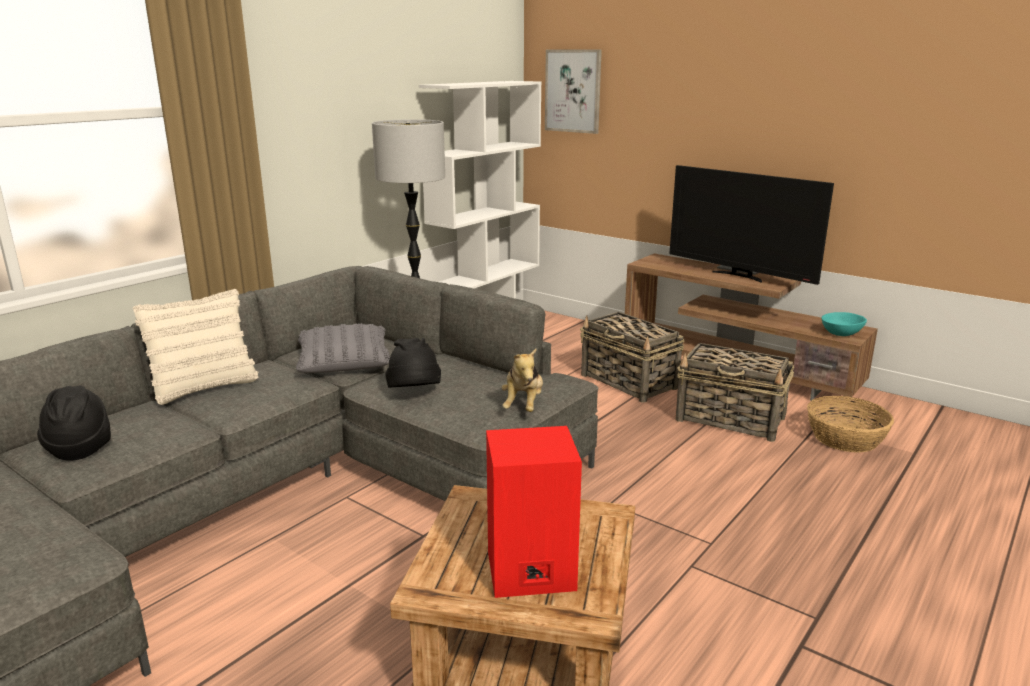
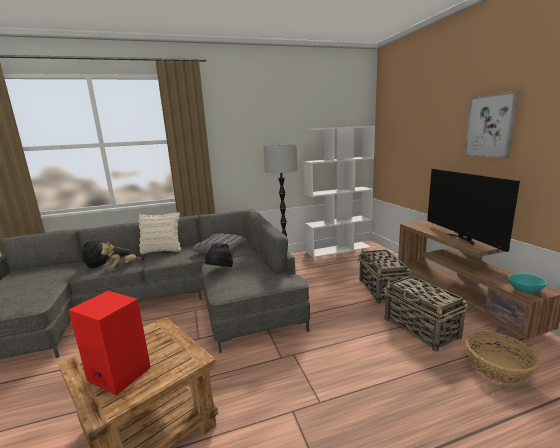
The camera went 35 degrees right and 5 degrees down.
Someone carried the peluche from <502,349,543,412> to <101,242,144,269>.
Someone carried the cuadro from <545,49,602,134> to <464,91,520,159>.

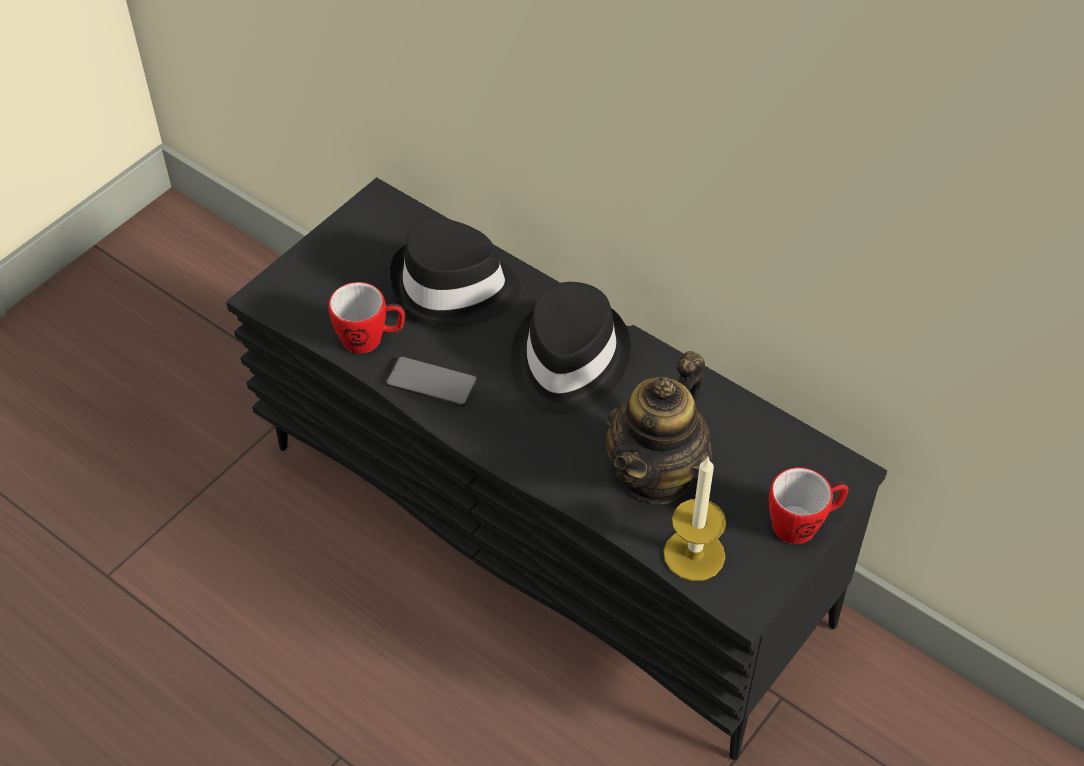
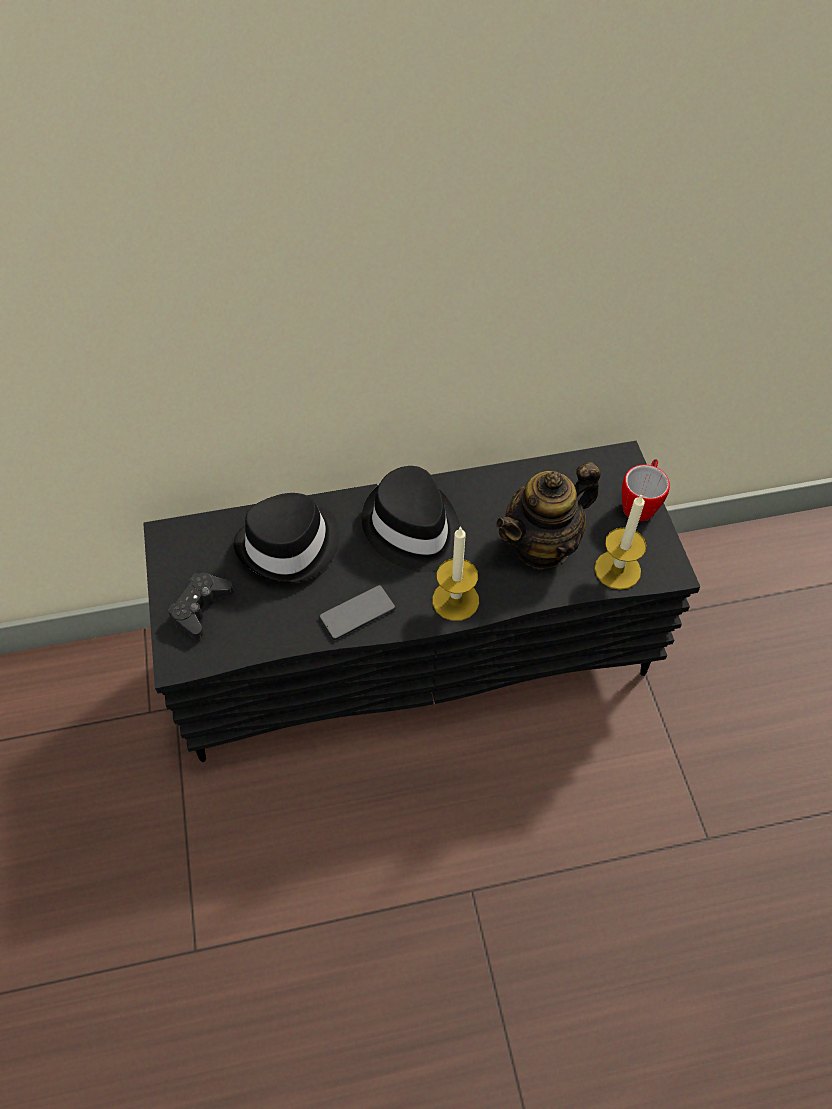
The camera went 50 degrees left and 5 degrees up.
Someone put down the mando de consola (negro) at <168,573,234,639>.
Someone put down the vela at <432,526,479,621>.
Someone rotated the tetera at <605,351,712,504> by 75 degrees clockwise.
Someone took away the taza grande at <328,282,405,353>.

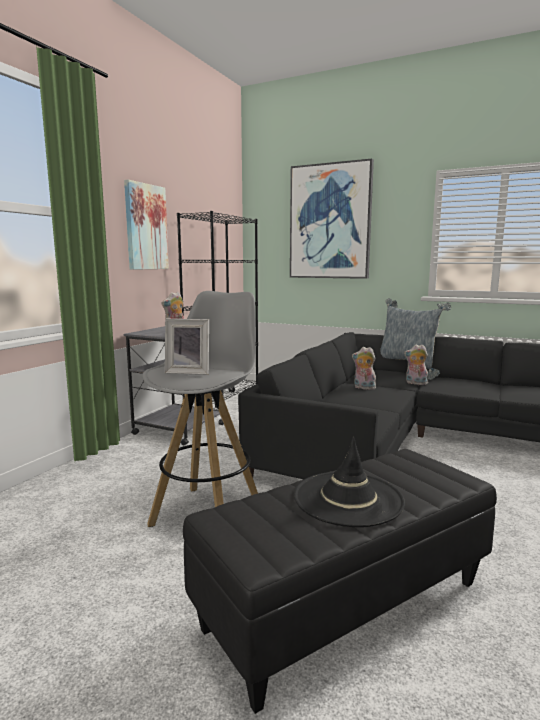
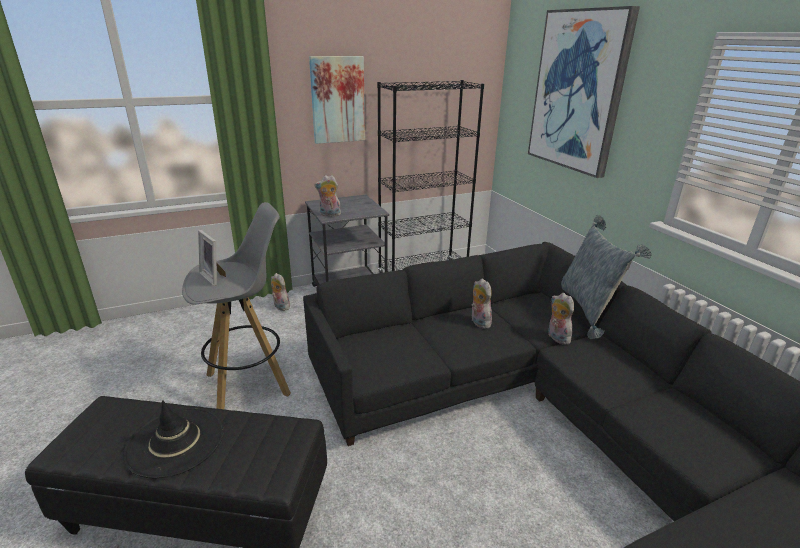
The camera went 40 degrees right and 15 degrees up.
Someone put down the peluche at <271,273,290,311>.

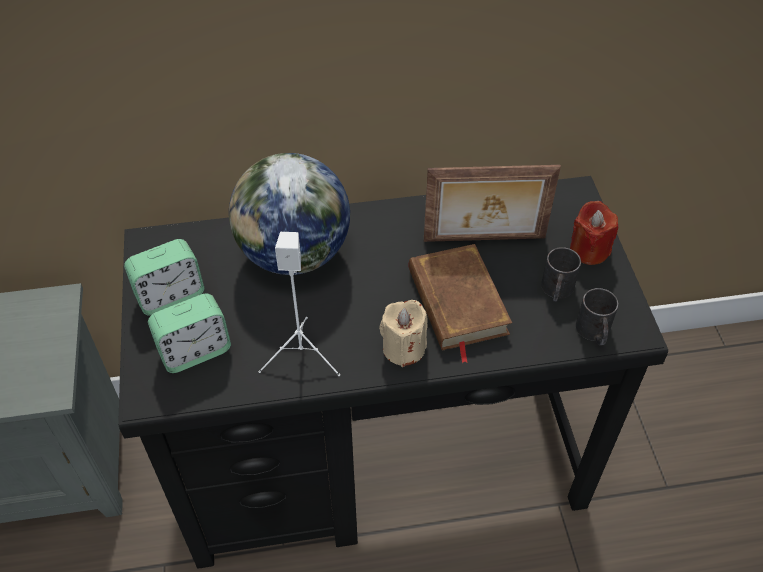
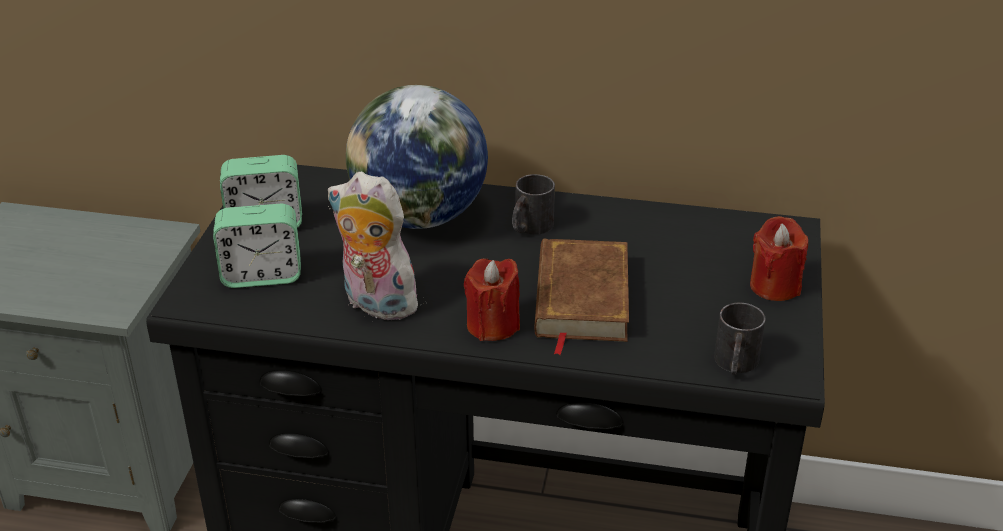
The camera went 20 degrees right and 15 degrees down.
Someone swapped the altavoz (blanco) at <258,232,340,376> for the peluche at <328,172,422,320>.
Someone repainted the vela (beis) at <379,300,428,367>, which became the vela (rojo) at <464,258,520,341>.
Someone carried the taza grande (negro) from <541,247,581,302> to <512,174,555,235>.
Someone took away the portarretratos at <424,165,561,242>.

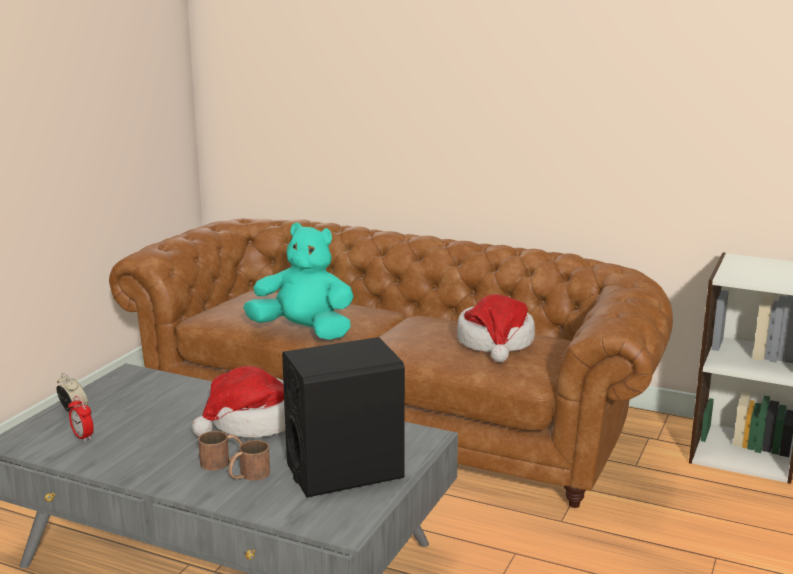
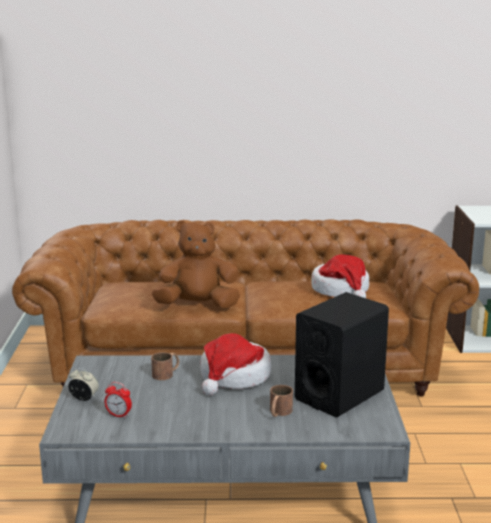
The camera went 25 degrees left and 0 degrees up.
Someone carried the taza grande (marrón) from <198,431,242,471> to <151,352,179,380>.
Someone repainted the peluche (turquesa) at <243,223,354,340>, which became the peluche (marrón) at <152,220,240,308>.

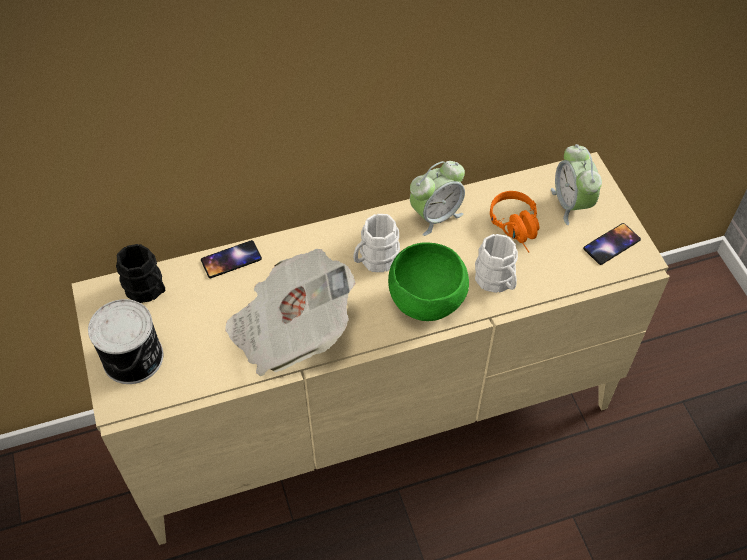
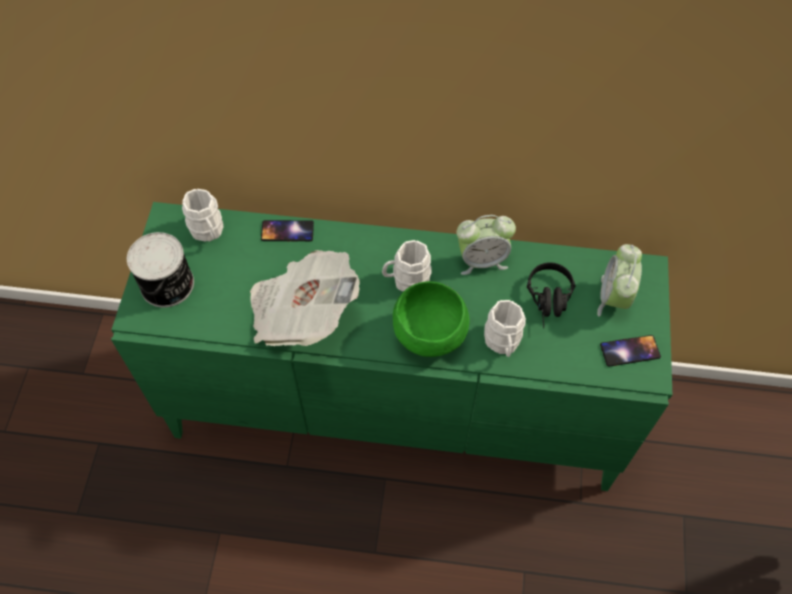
The camera went 25 degrees right and 5 degrees up.
Someone repainted the cómoda (beis) at <72,152,670,545>, which became the cómoda (verde) at <111,202,672,491>.
Someone repainted the taza grande (negro) at <116,244,165,303>, which became the taza grande (blanco) at <182,189,224,242>.
Someone repainted the auriculares (naranja) at <490,191,539,252>, which became the auriculares (negro) at <527,262,575,328>.

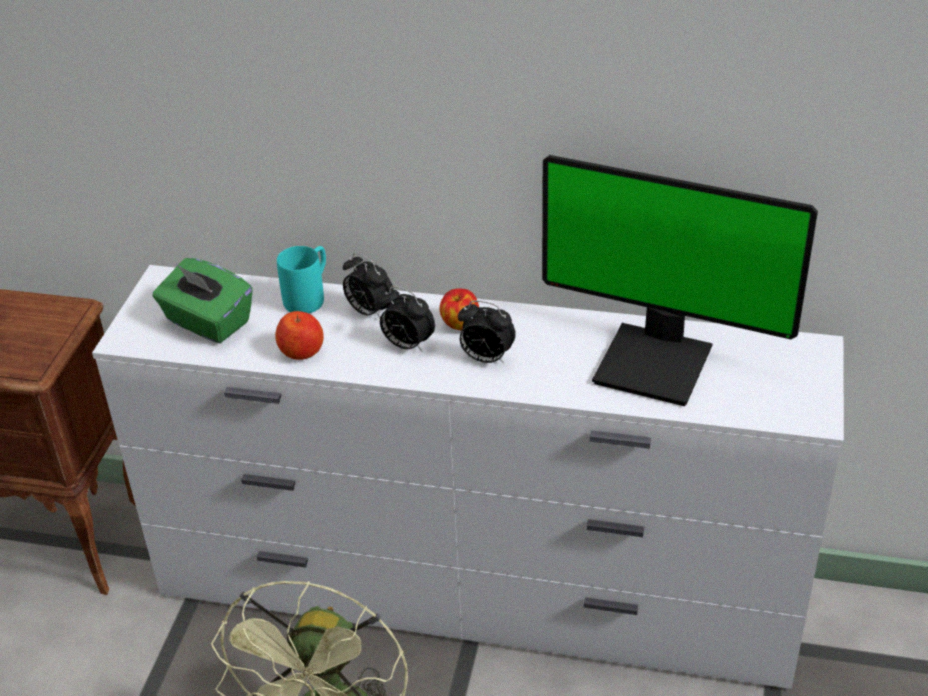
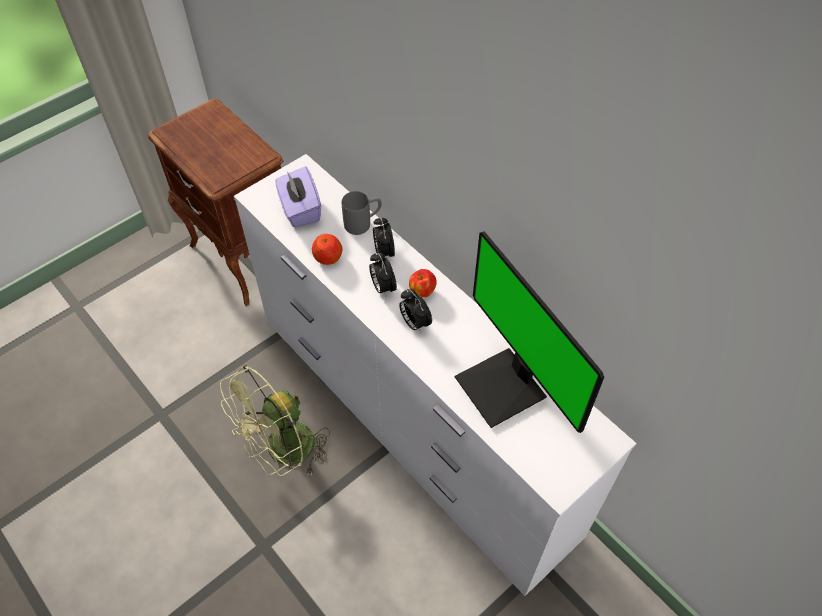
The camera went 35 degrees right and 15 degrees up.
Someone repainted the caja de pañuelos (verde) at <153,258,253,343>, which became the caja de pañuelos (morado) at <275,166,321,227>.
Someone repainted the taza grande (turquesa) at <277,246,326,313>, which became the taza grande (gris) at <342,191,382,235>.

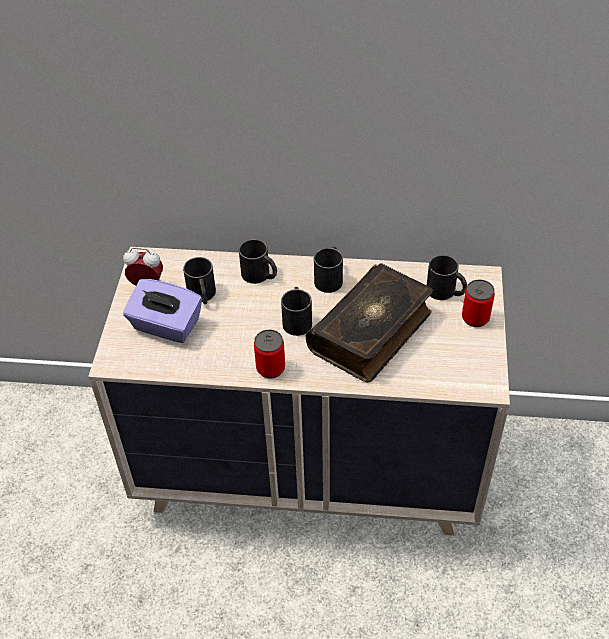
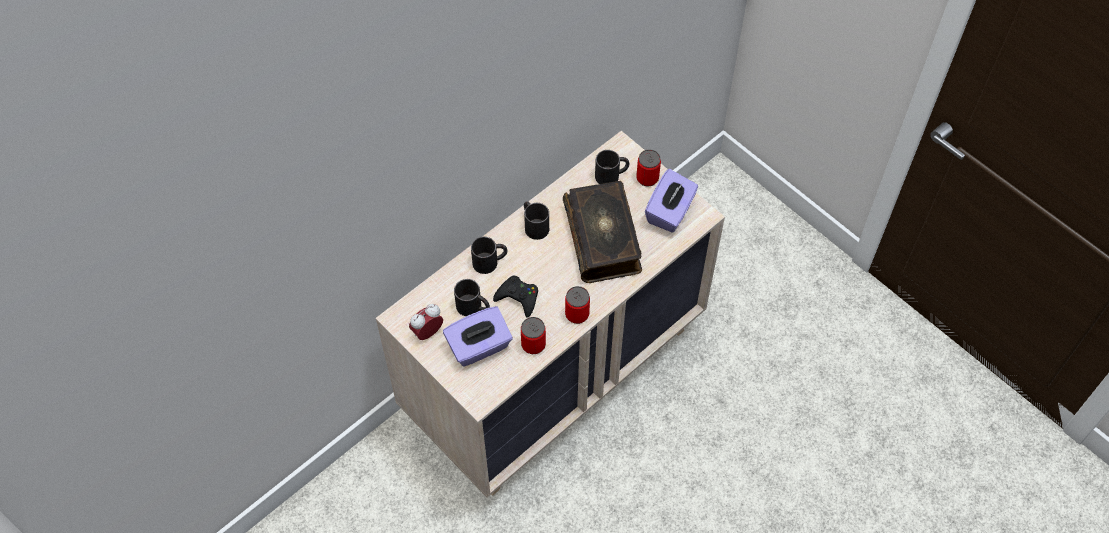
The camera went 50 degrees left and 10 degrees up.
Someone put down the mando de consola (negro) at <493,276,538,318>.
Someone put down the lata at <521,317,546,354>.
Someone put down the caja de pañuelos (morado) at <645,169,698,232>.
Someone took away the taza grande (negro) at <281,287,312,336>.

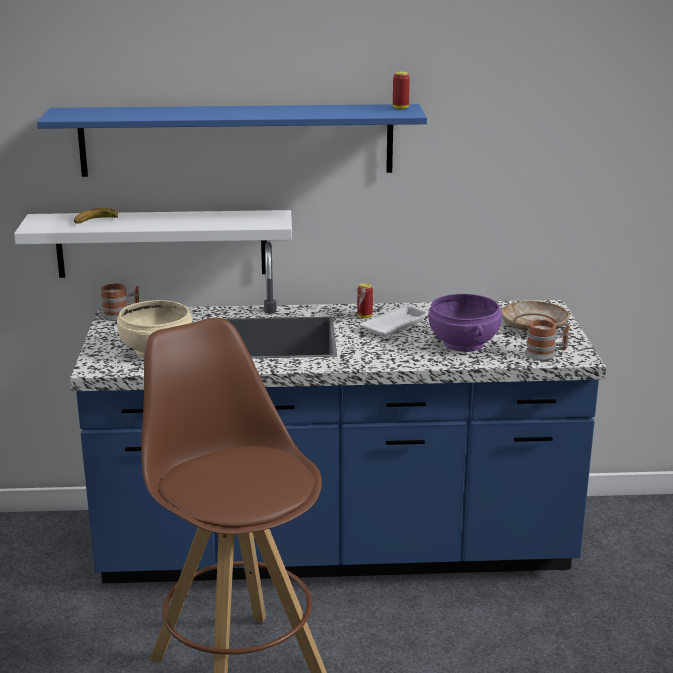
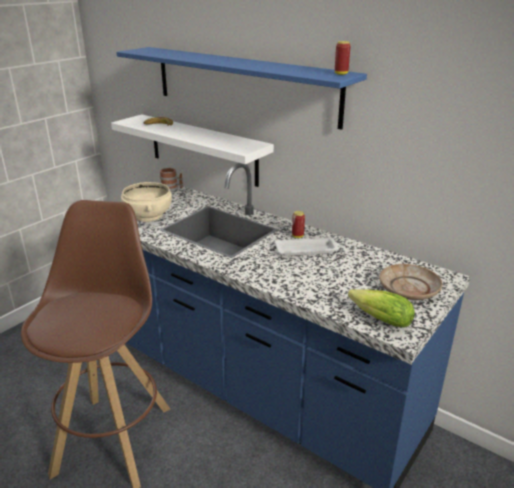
The camera went 40 degrees right and 5 degrees up.
Someone swapped the taza grande at <525,319,570,360> for the lechuga at <348,289,415,327>.
Someone took away the cuenco (morado) at <428,294,502,352>.

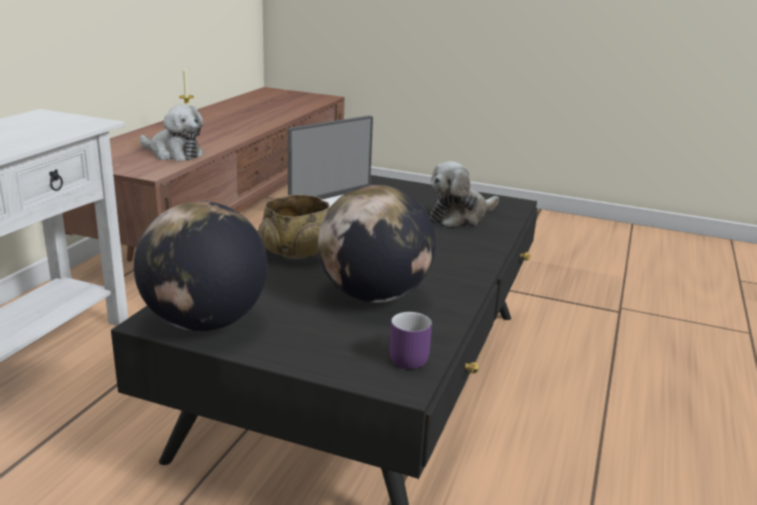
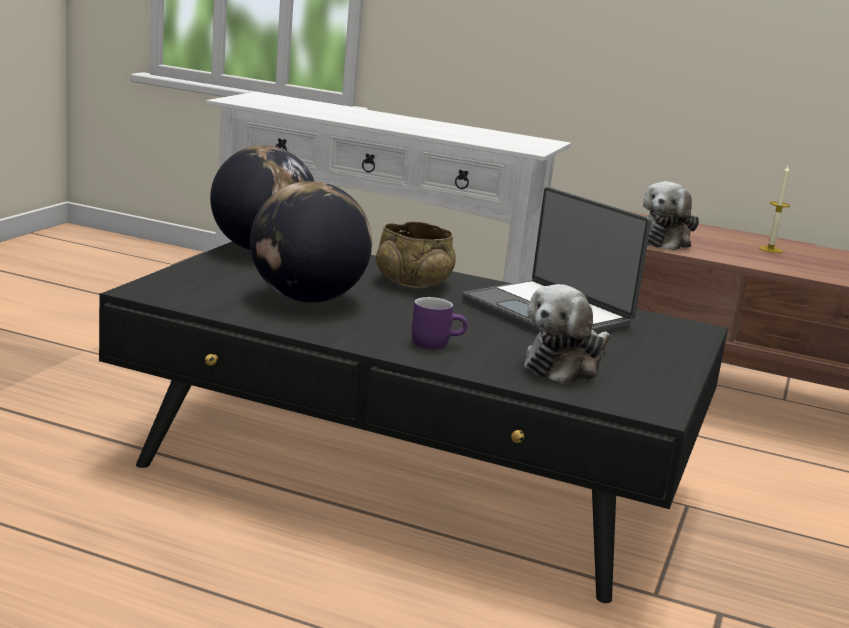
The camera went 90 degrees right and 5 degrees down.
Someone carried the taza grande (morado) from <390,312,432,369> to <412,297,468,349>.
Someone rotated the peluche at <430,161,499,227> by 105 degrees counterclockwise.

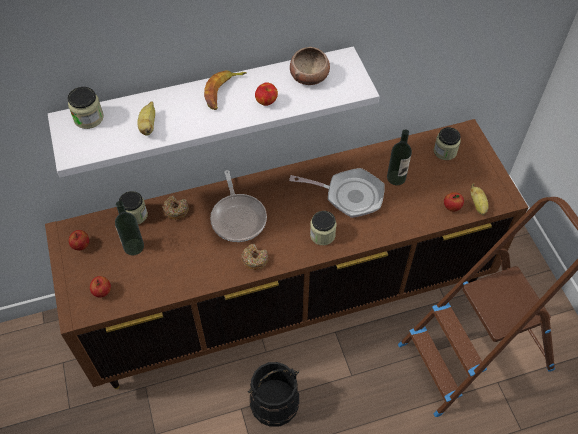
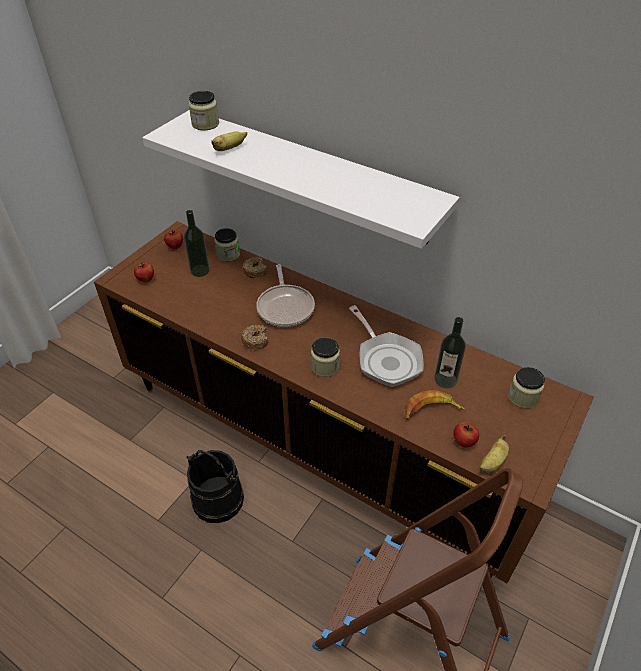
The camera went 50 degrees right and 10 degrees down.
Someone rotated the sartén at <210,170,267,242> by 45 degrees counterclockwise.
Someone carried the plátano from <204,70,247,110> to <404,390,466,420>.
Someone took away the manzana at <255,82,278,106>.
Someone took away the cuenco at <290,47,330,85>.

